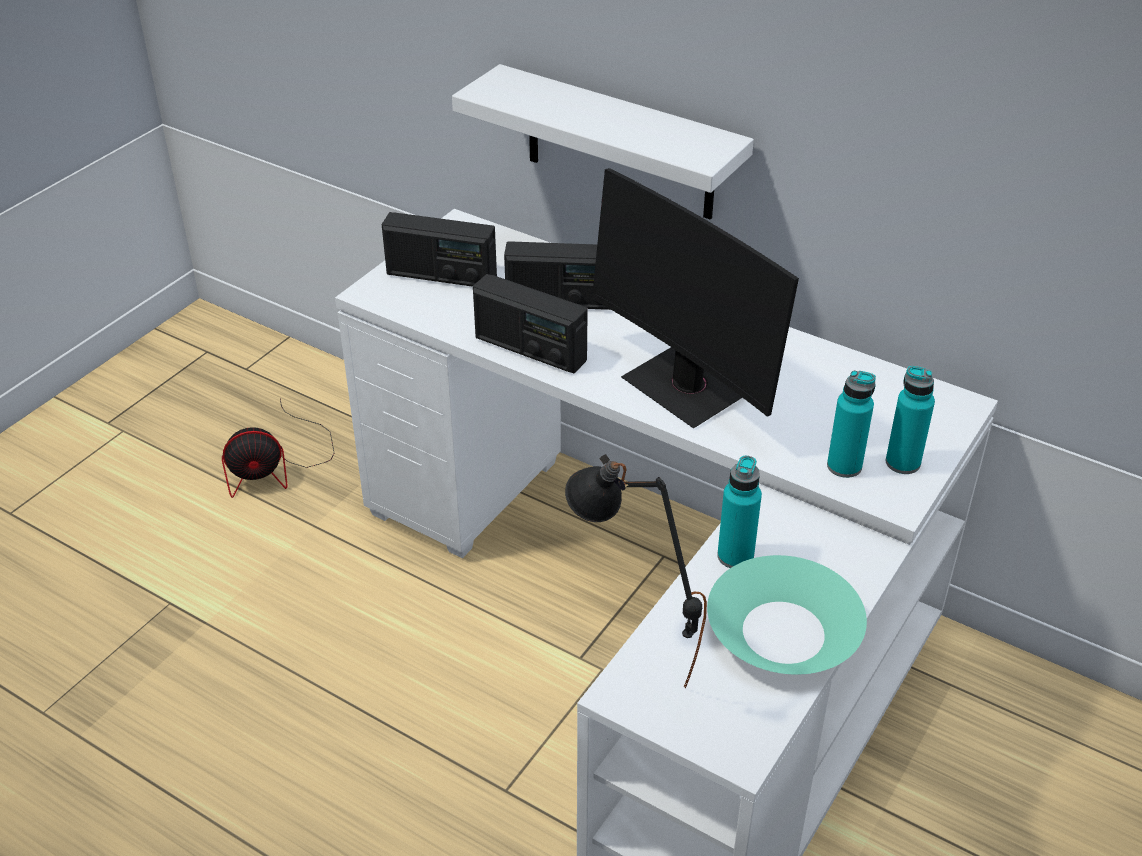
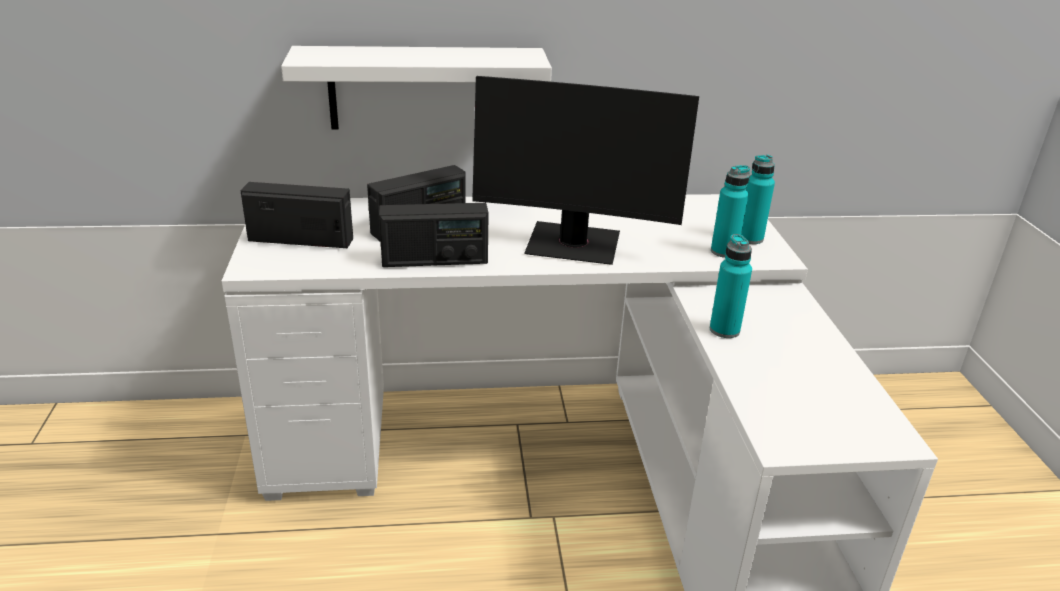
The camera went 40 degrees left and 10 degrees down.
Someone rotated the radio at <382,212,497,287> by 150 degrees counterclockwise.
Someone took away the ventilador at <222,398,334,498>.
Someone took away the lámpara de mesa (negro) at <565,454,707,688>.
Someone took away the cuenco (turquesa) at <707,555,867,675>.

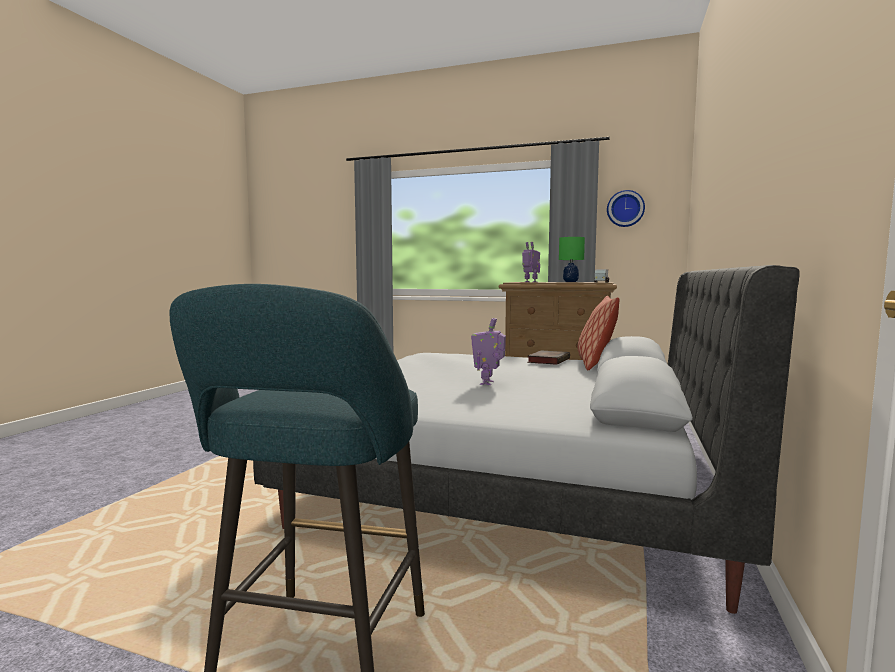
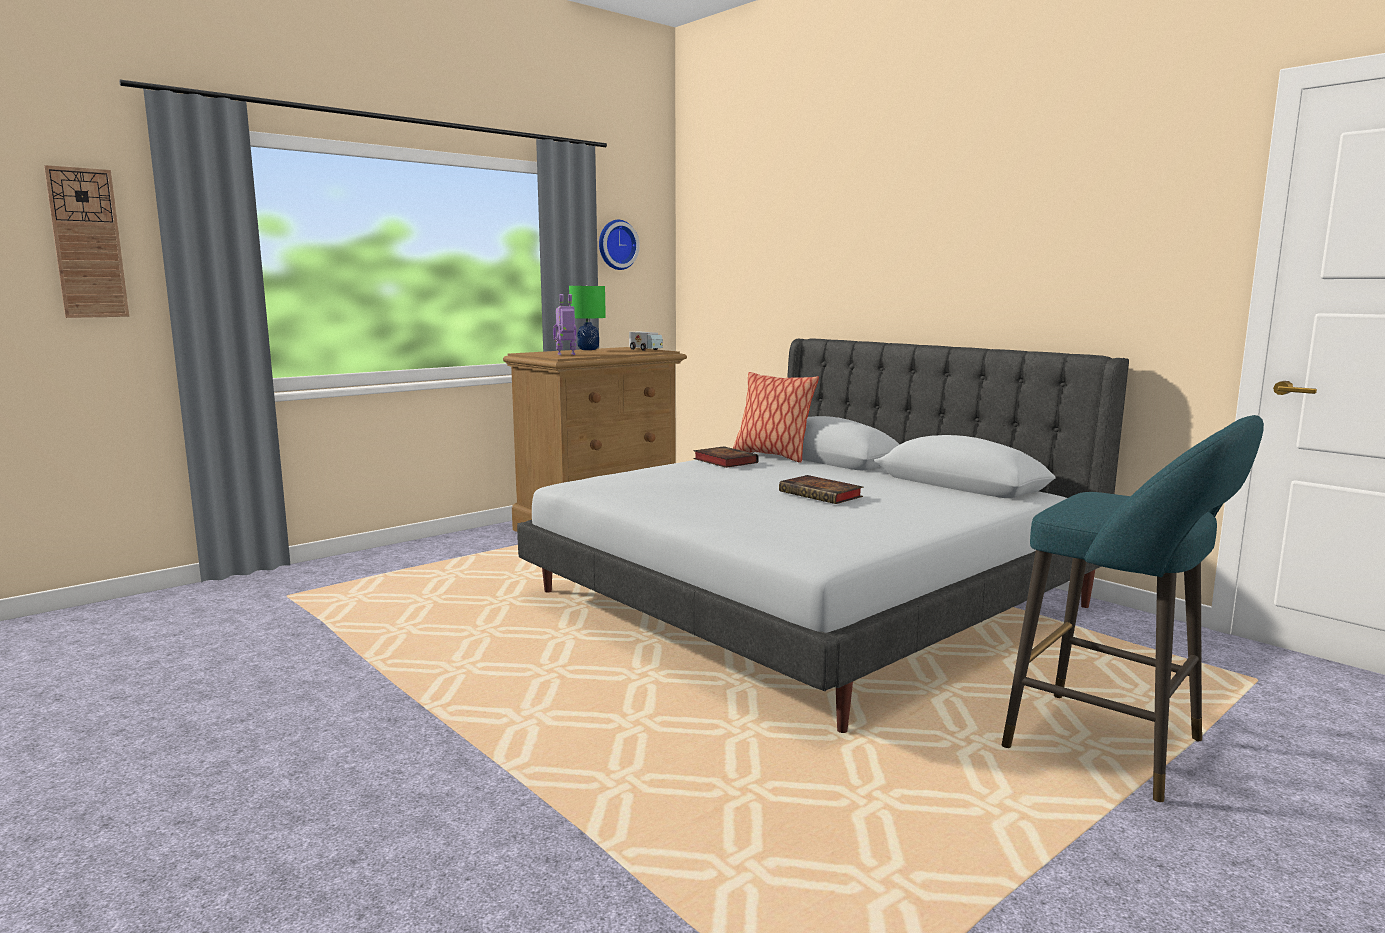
The camera went 60 degrees left and 5 degrees up.
Someone put up the reloj de pared at <44,165,129,318>.
Someone swapped the robot de juguete at <471,318,506,385> for the libro at <779,475,863,504>.

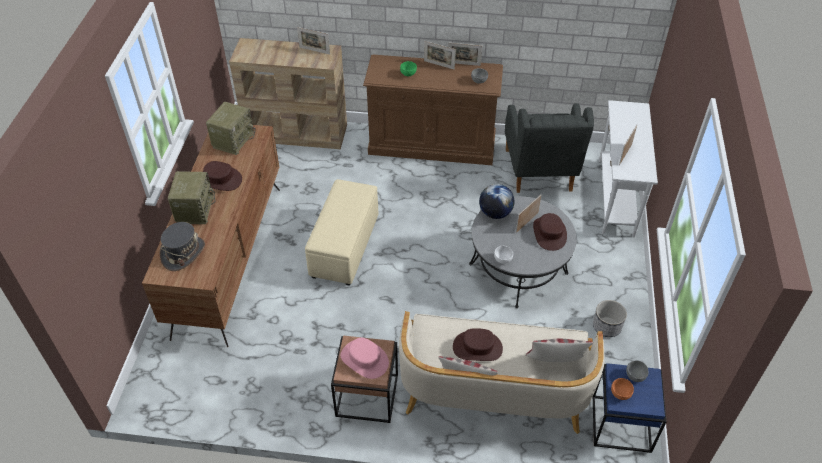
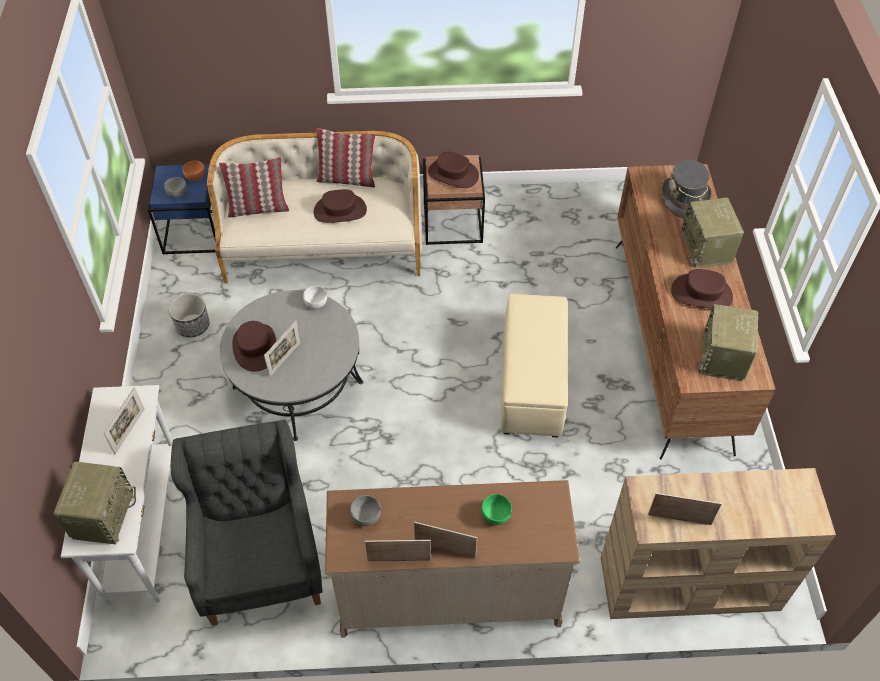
The camera went 170 degrees right and 5 degrees up.
Someone put down the radio at <53,462,136,544>.
Someone repainted the sombrero (rosa) at <341,338,389,379>, which became the sombrero (marrón) at <428,152,479,188>.
Someone took away the globo terráqueo at <479,184,514,219>.

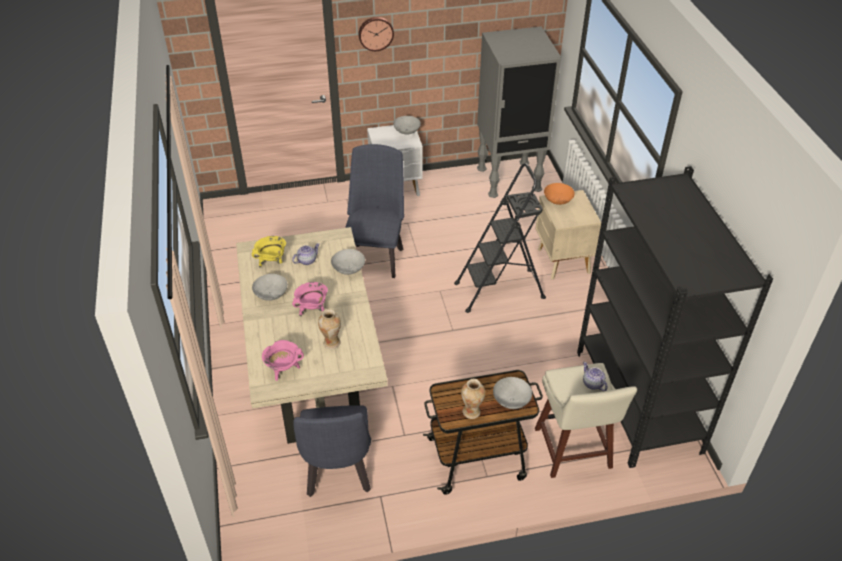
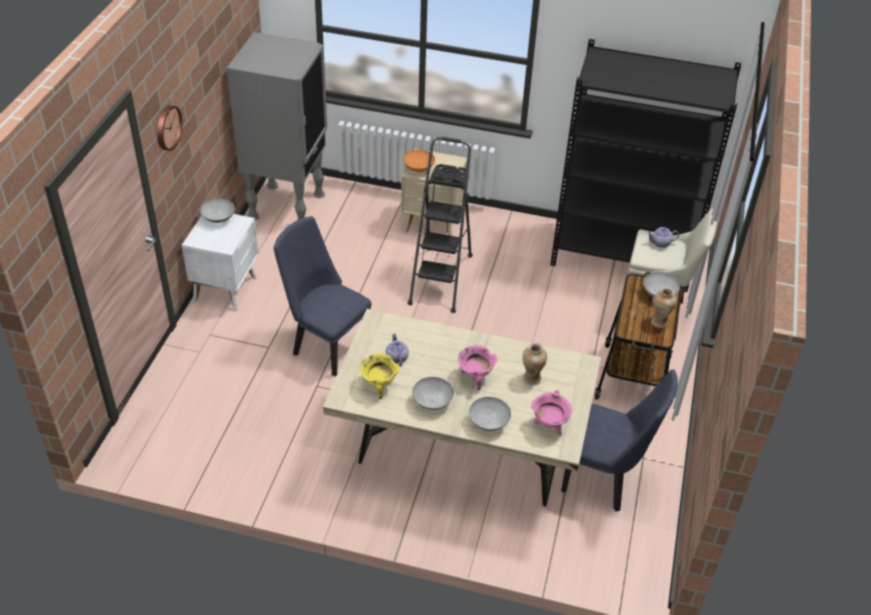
The camera went 65 degrees left and 0 degrees up.
Someone carried the cuenco (gris) from <331,249,365,275> to <469,397,511,431>.

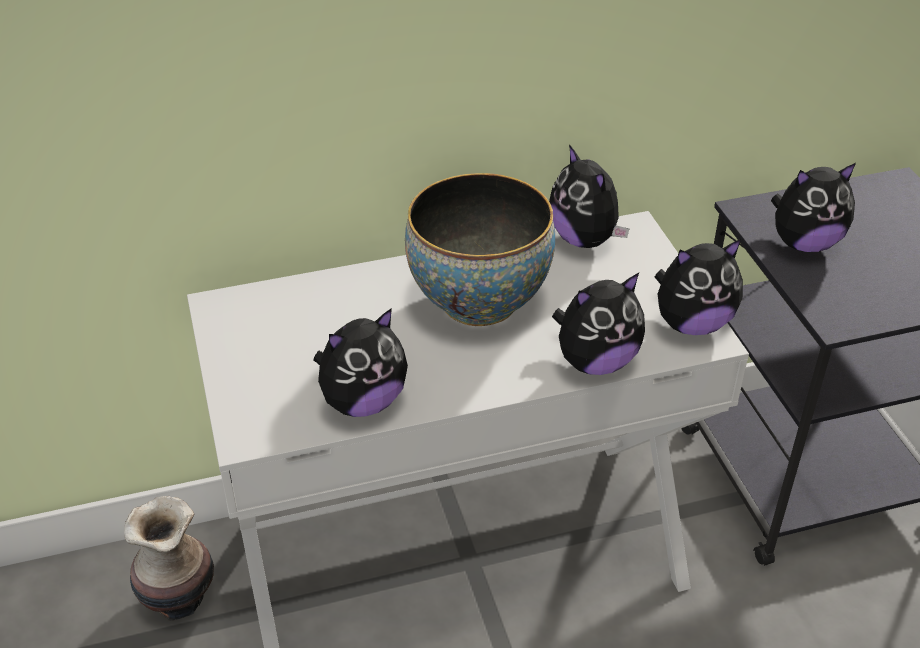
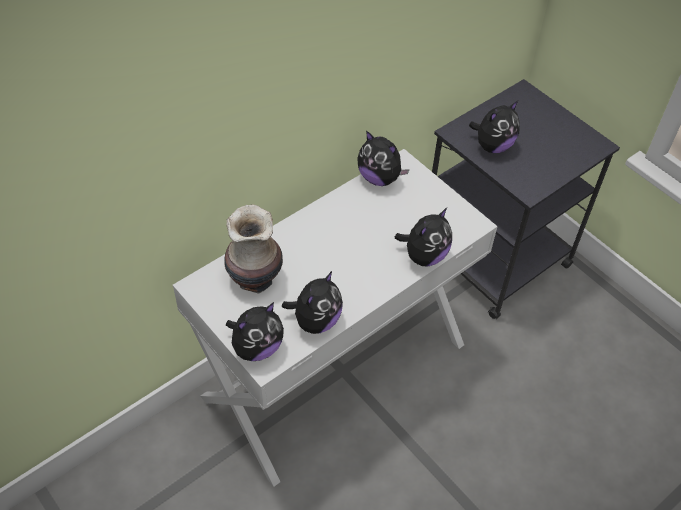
The camera went 25 degrees left and 10 degrees up.
Someone carried the florero from <124,496,214,621> to <224,204,283,294>.
Someone carried the peluche from <655,239,743,335> to <226,302,284,361>.
Someone took away the cuenco at <405,173,555,326>.

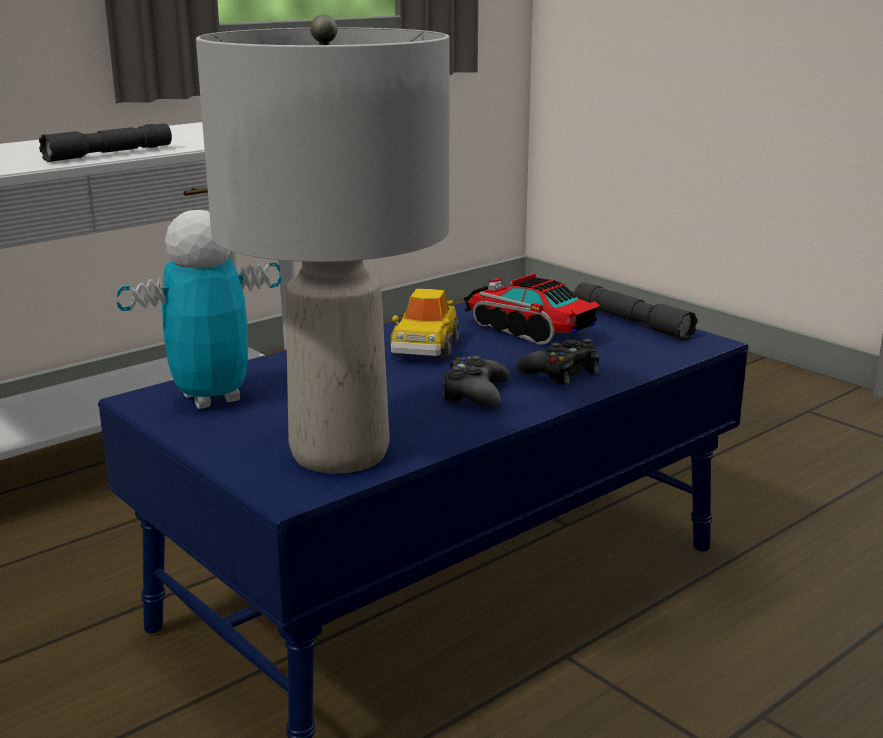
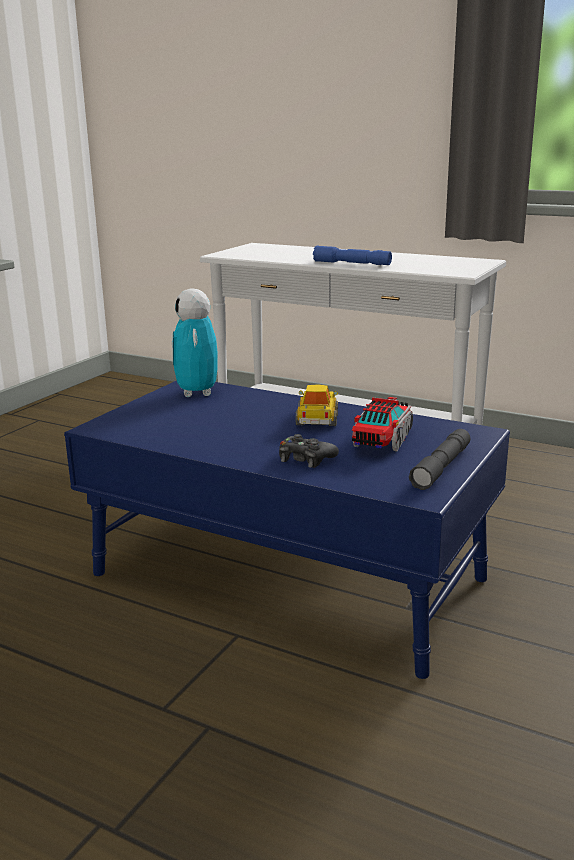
The camera went 70 degrees right and 0 degrees up.
Someone rotated the robot de juguete at <117,210,281,409> by 135 degrees counterclockwise.
Someone rotated the coche de juguete at <390,289,460,357> by 105 degrees clockwise.
Someone repainted the linterna (gris) at <39,123,172,162>, which became the linterna (azul) at <313,245,392,265>.
Someone took away the lámpara de mesa (gris) at <196,15,450,474>.
Someone took away the mando de consola (negro) at <441,355,510,408>.

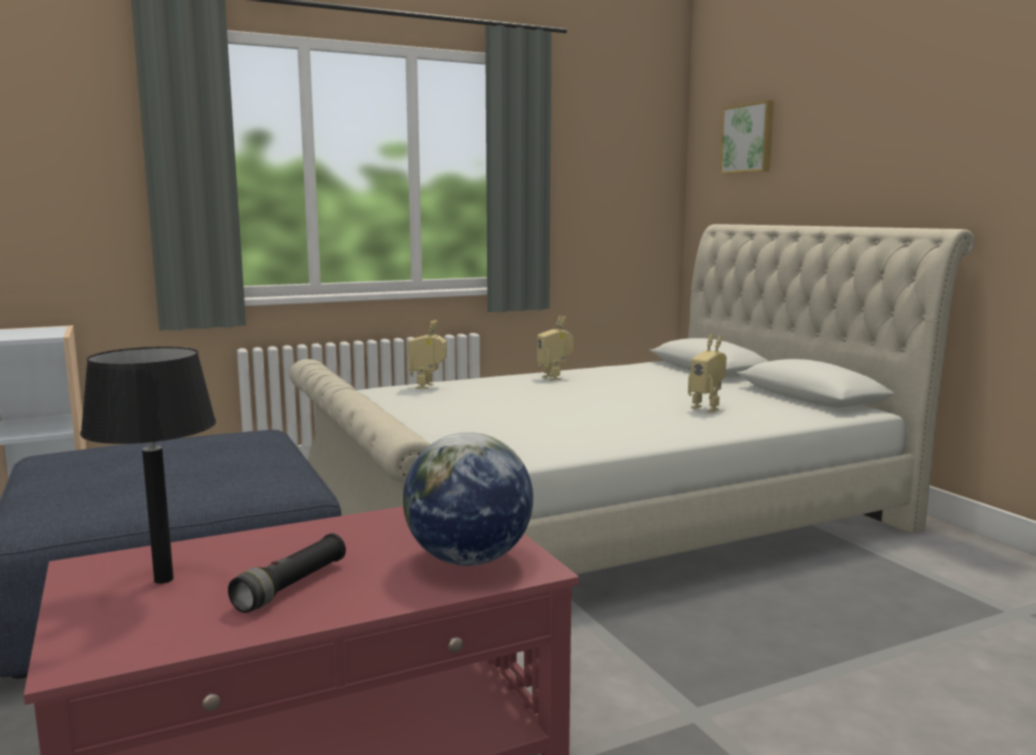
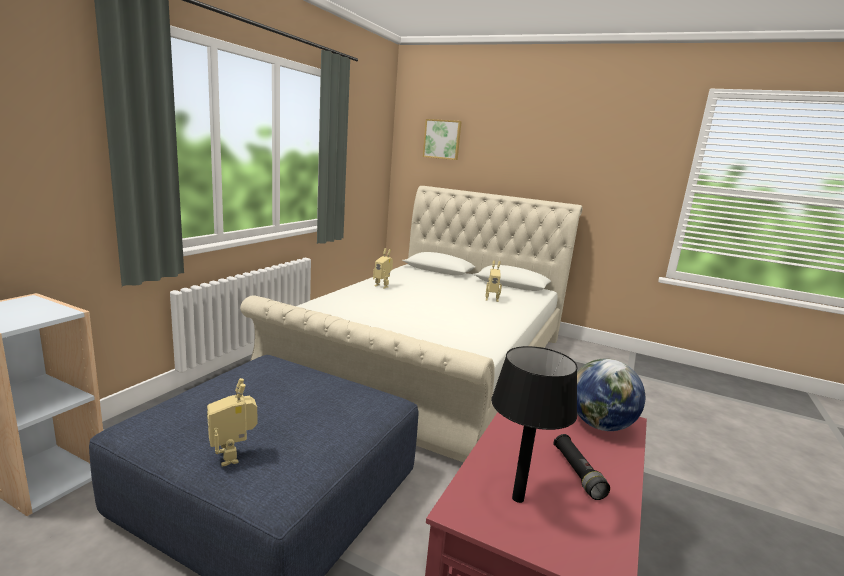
The camera went 40 degrees left and 5 degrees up.
Someone carried the robot de juguete from <408,320,447,389> to <207,378,258,467>.

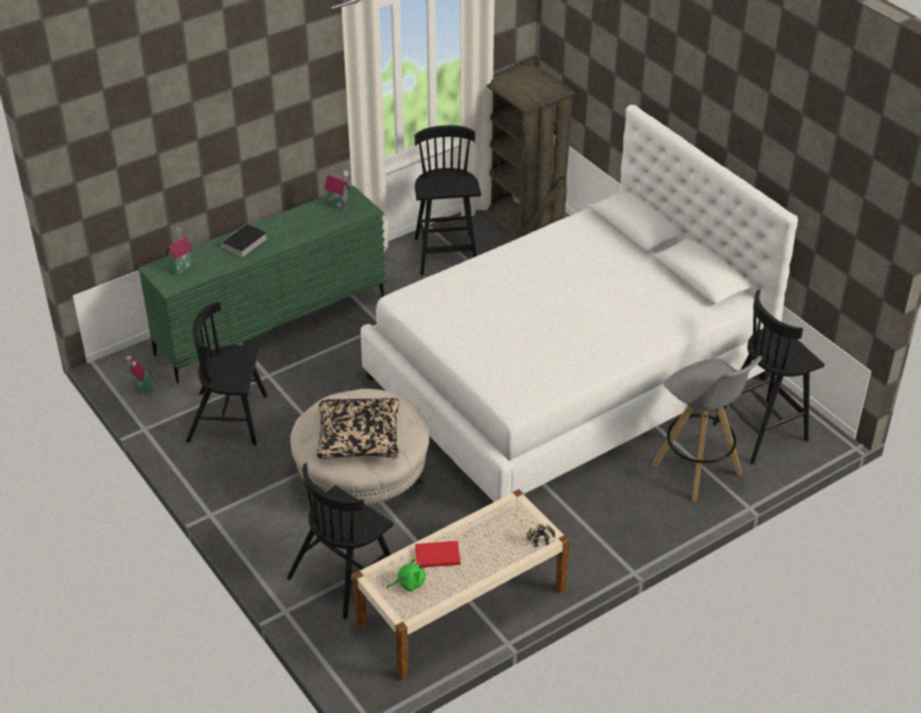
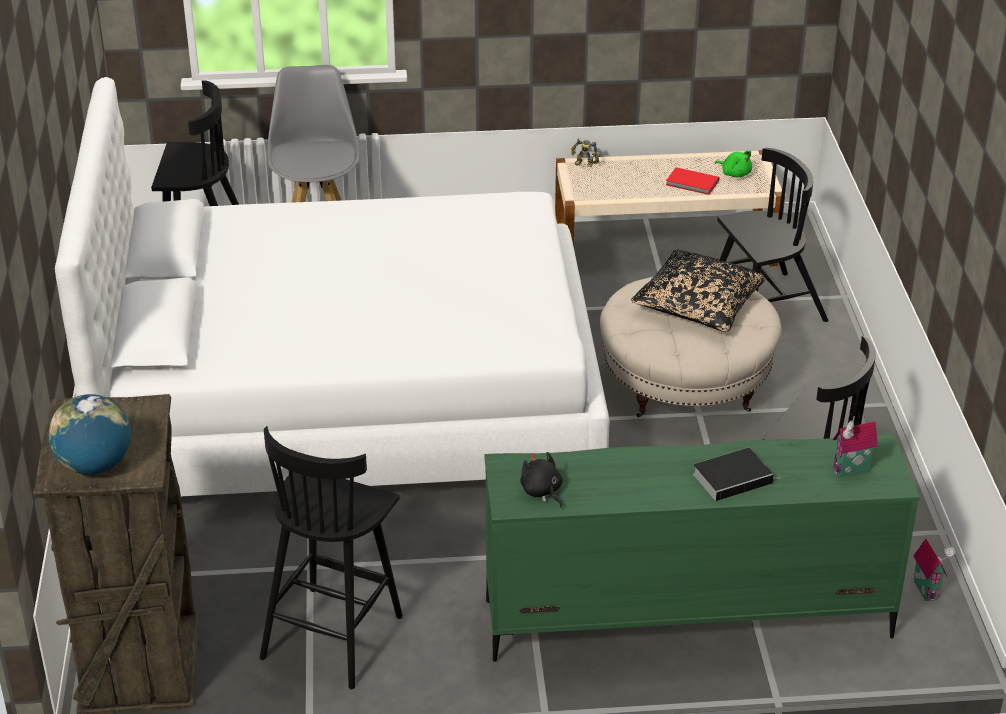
The camera went 150 degrees left and 5 degrees down.
Someone put down the globo terráqueo at <49,394,131,475>.
Someone swapped the casita at <324,169,349,210> for the peluche (negro) at <520,452,563,508>.
Someone rotated the peluche (verde) at <386,558,426,592> by 150 degrees counterclockwise.

